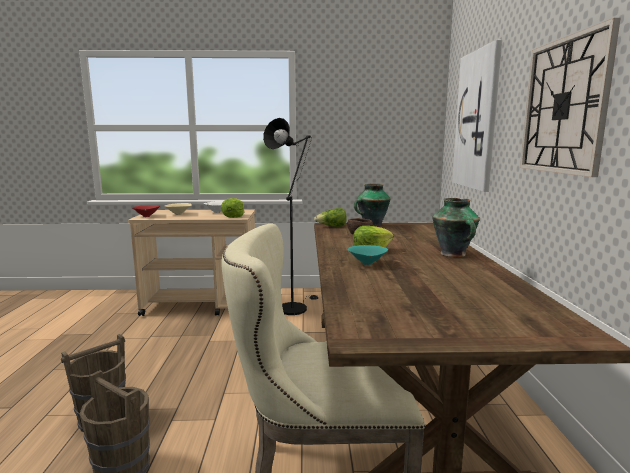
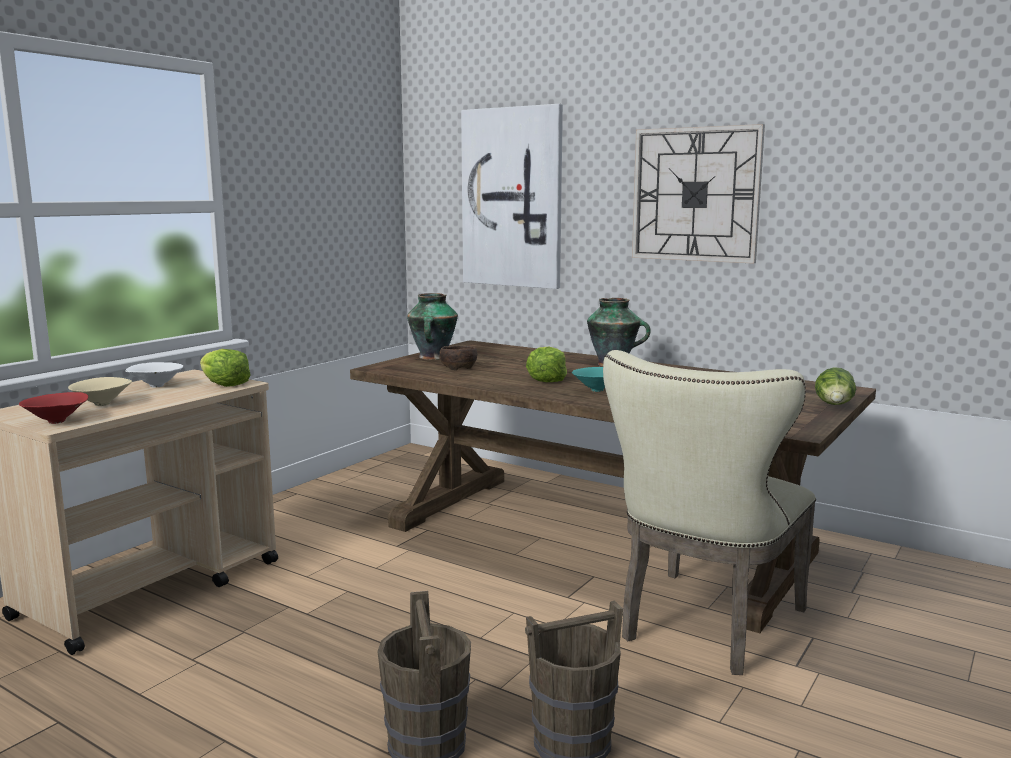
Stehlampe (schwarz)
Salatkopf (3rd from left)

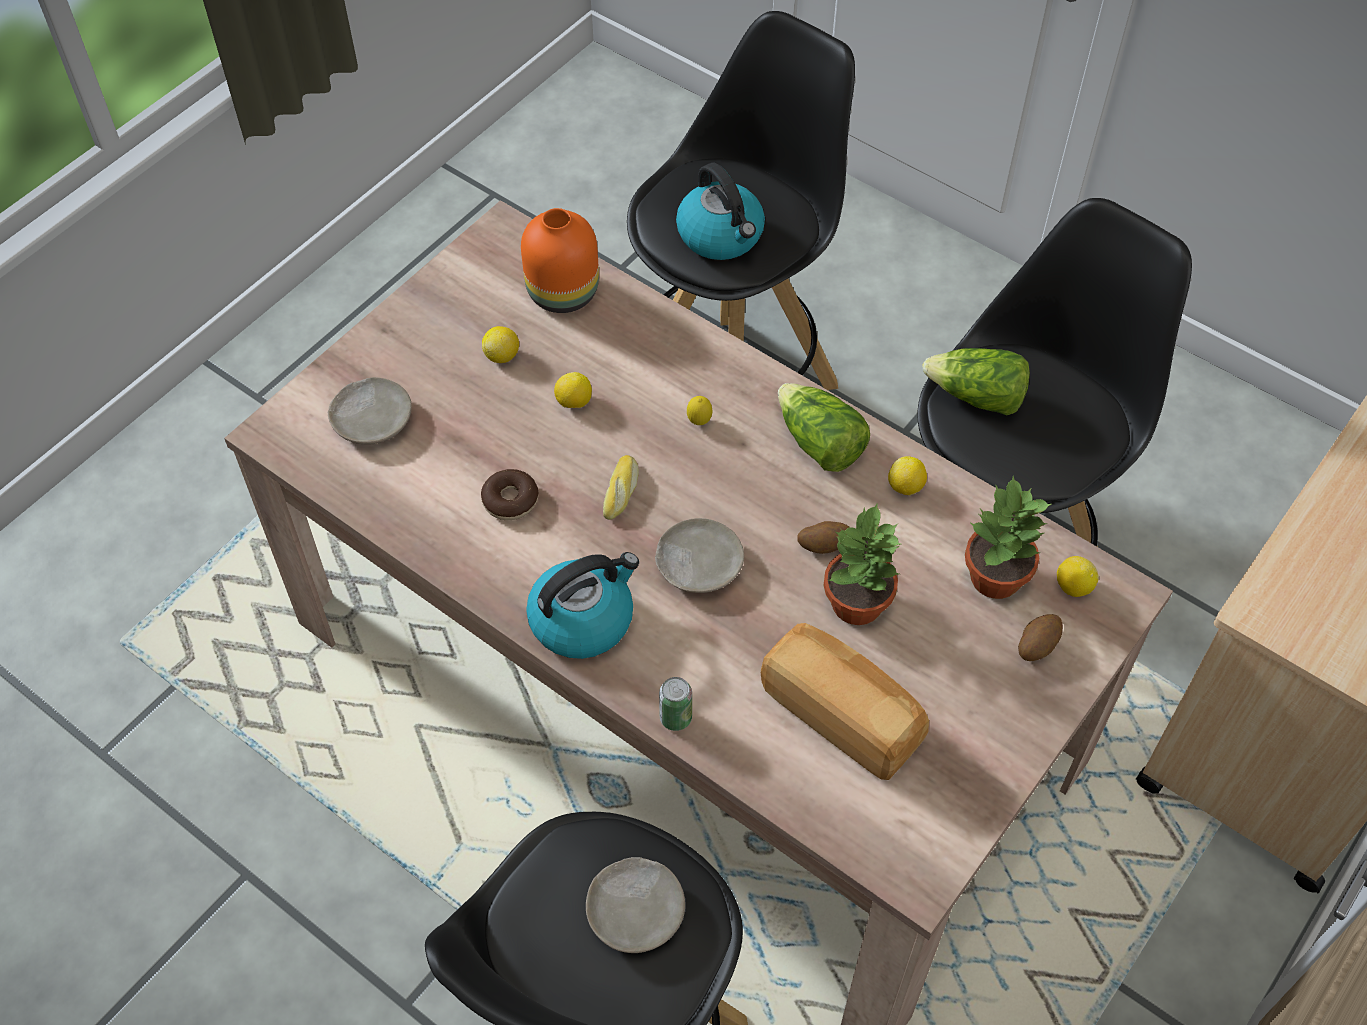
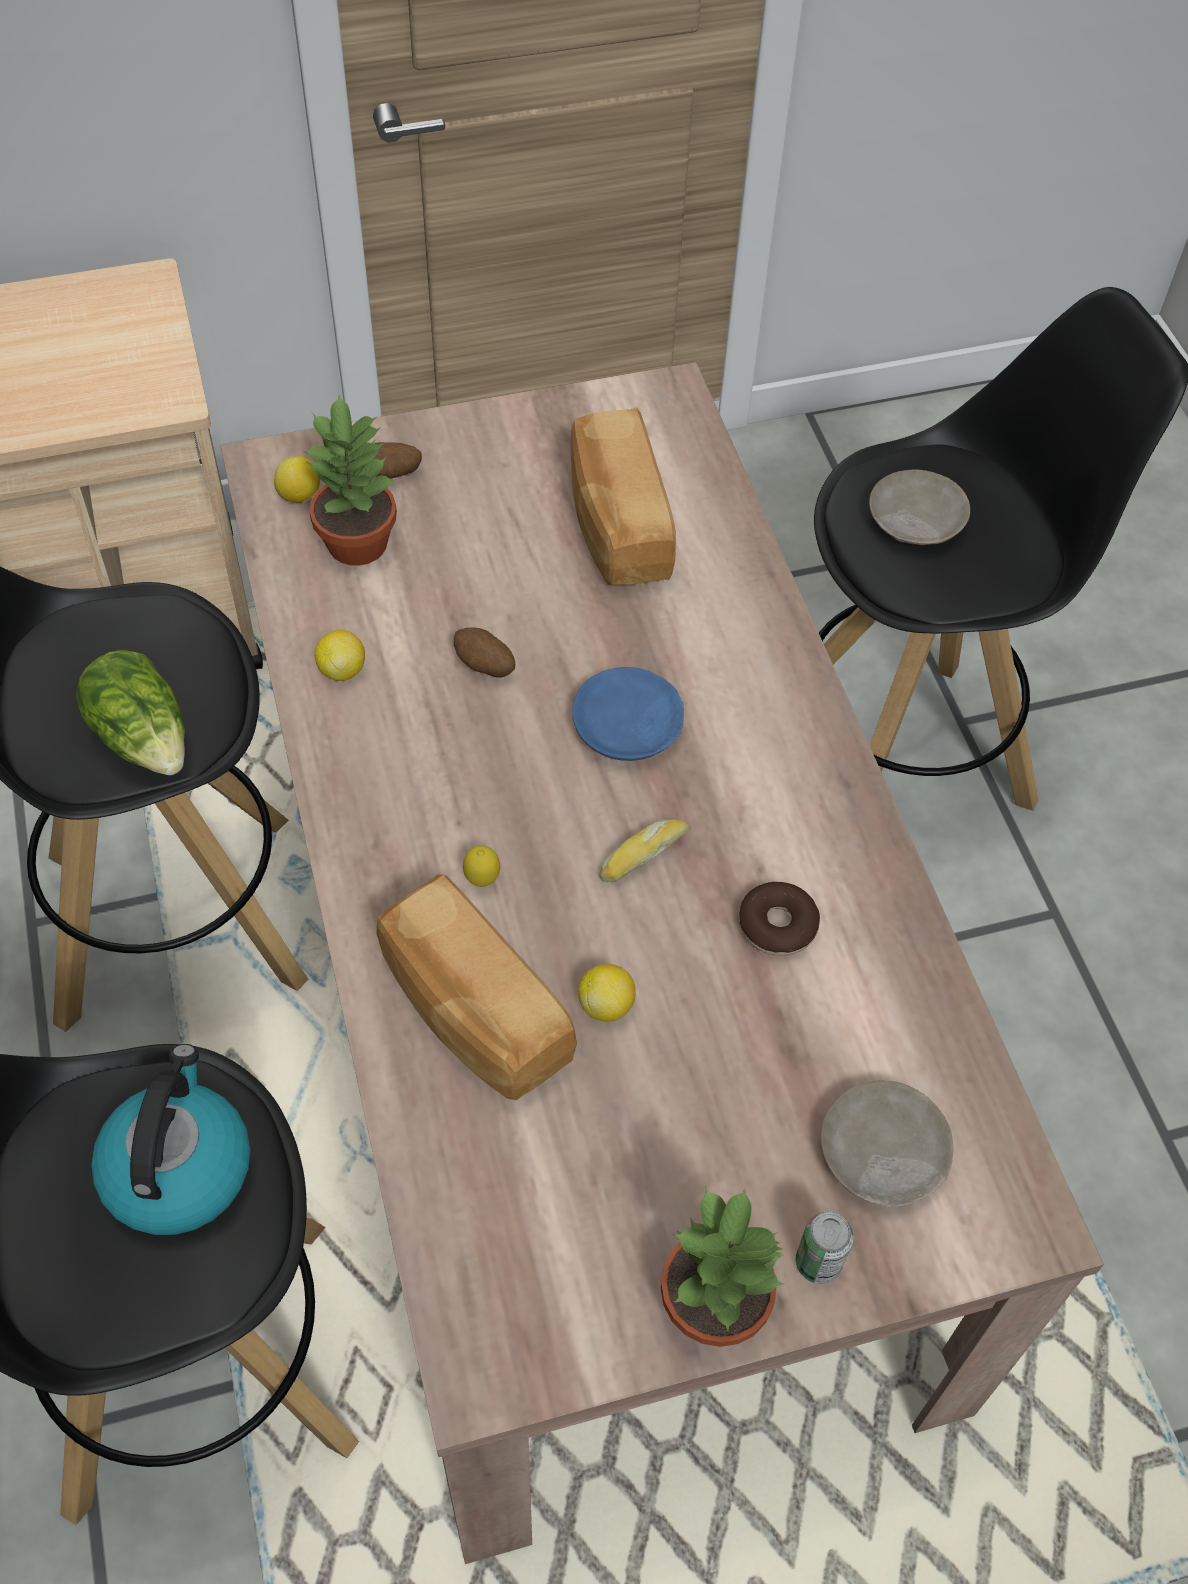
Vase (orange)
Zitrone (1st from left in the first image)
Salatkopf (1st from left in the first image)
Topfpflanze (2nd from left)
Teller (blau)
Wasserkessel (1st from left in the first image)
Dose
Brot (1st from left)

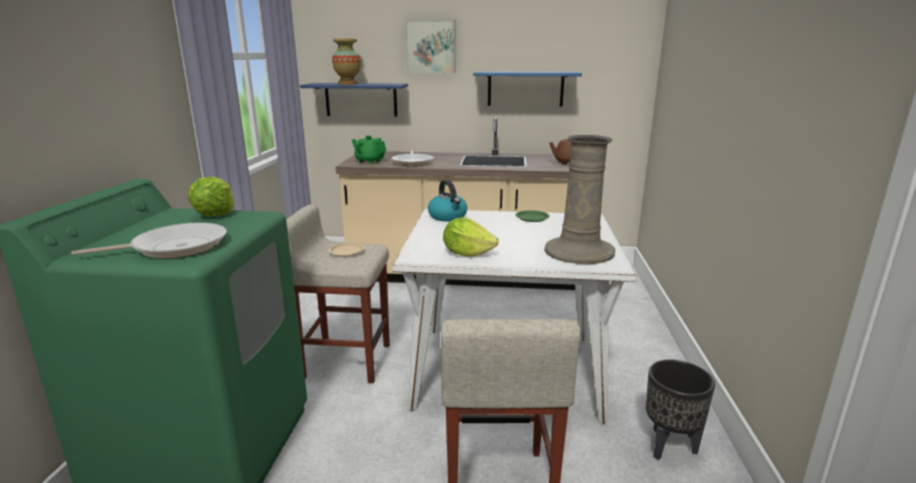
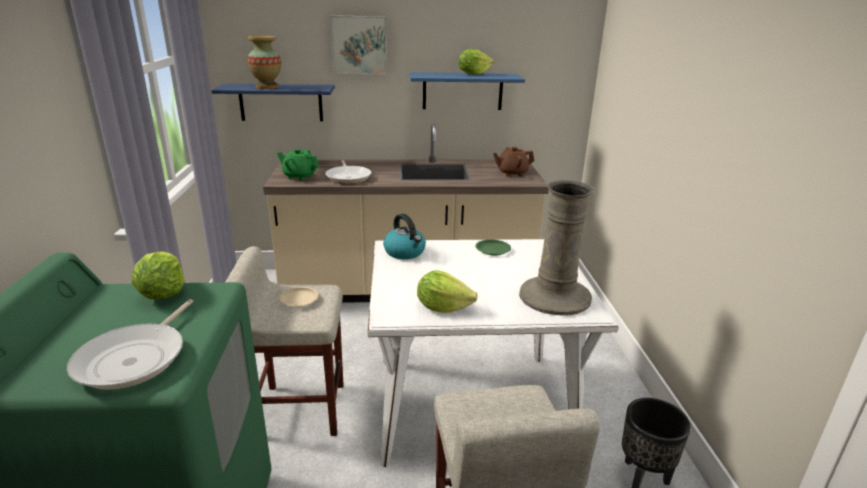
Pfanne (1st from left)
Salatkopf (3rd from left)

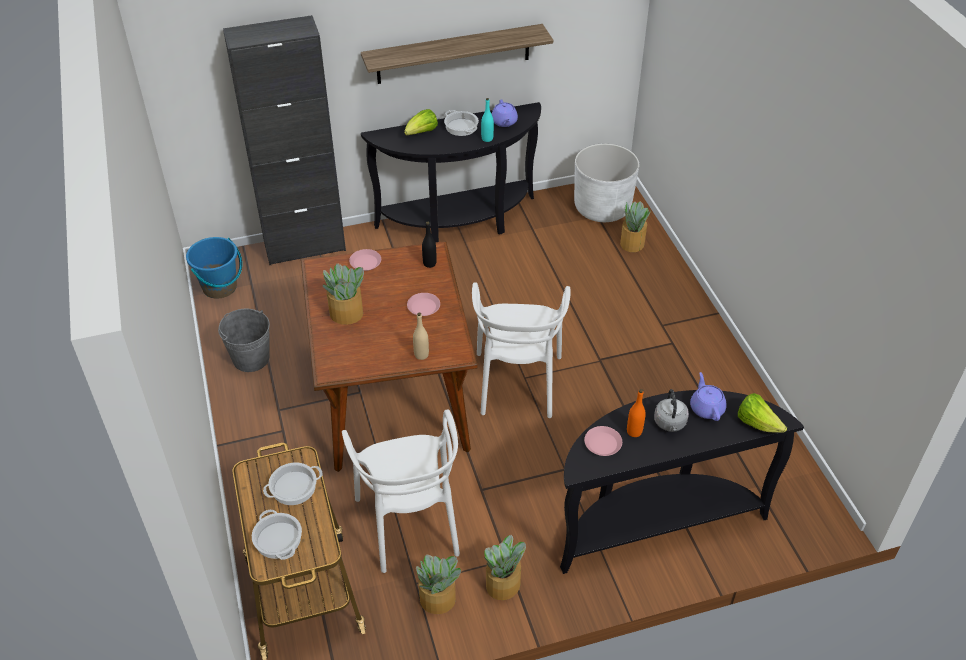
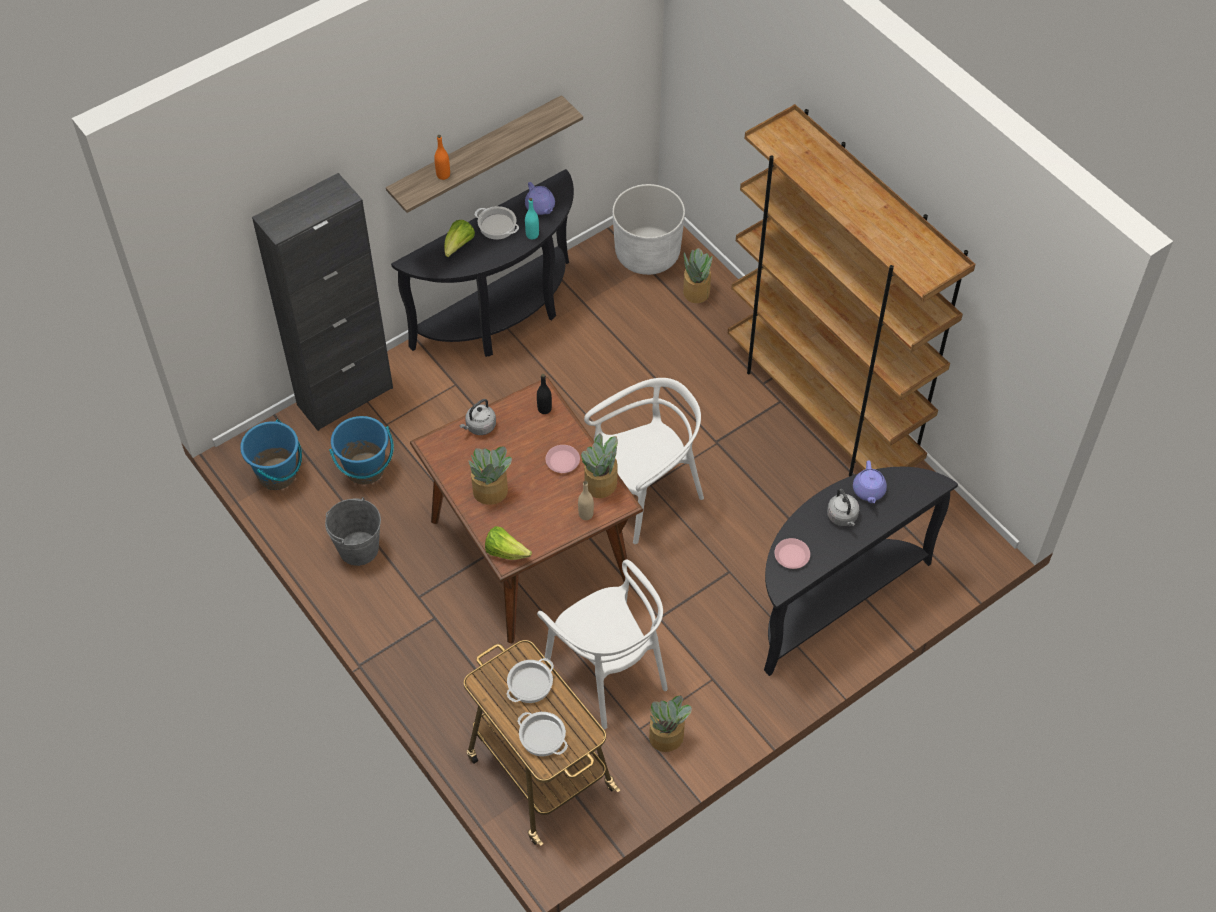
Wasserkessel (grau) (1st from left)
Stuhl (weiß) (2nd from left)
Teekanne (lila) (2nd from left)
Flasche (orange)
Salatkopf (2nd from left)
Topfpflanze (2nd from left)
Bücherregal (braun)
Eimer (blau) (2nd from left)

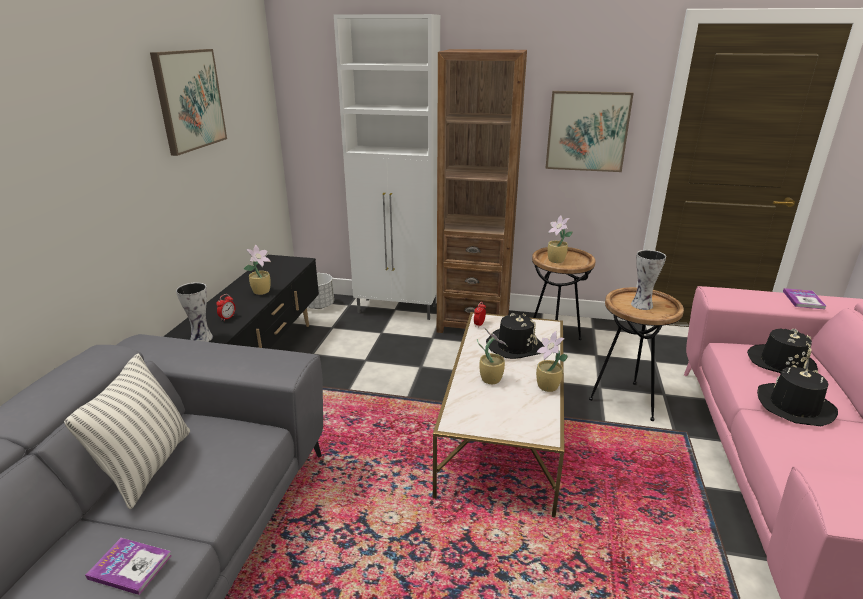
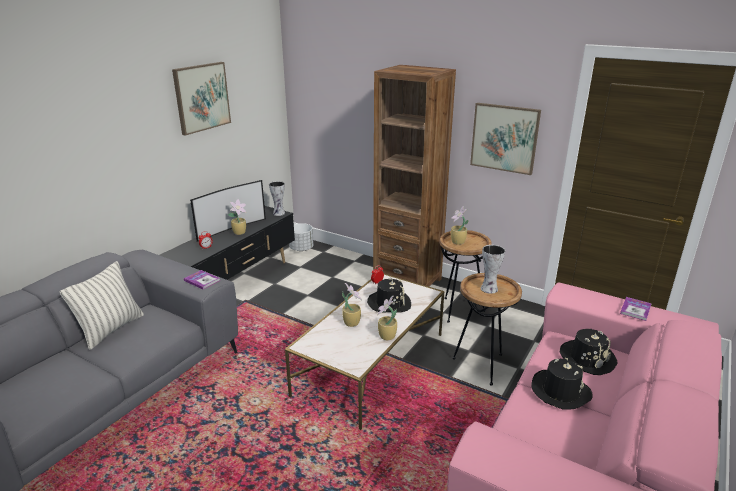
Schrank (weiß)
Vase (1st from left)
Buch (1st from left)
Fernseher

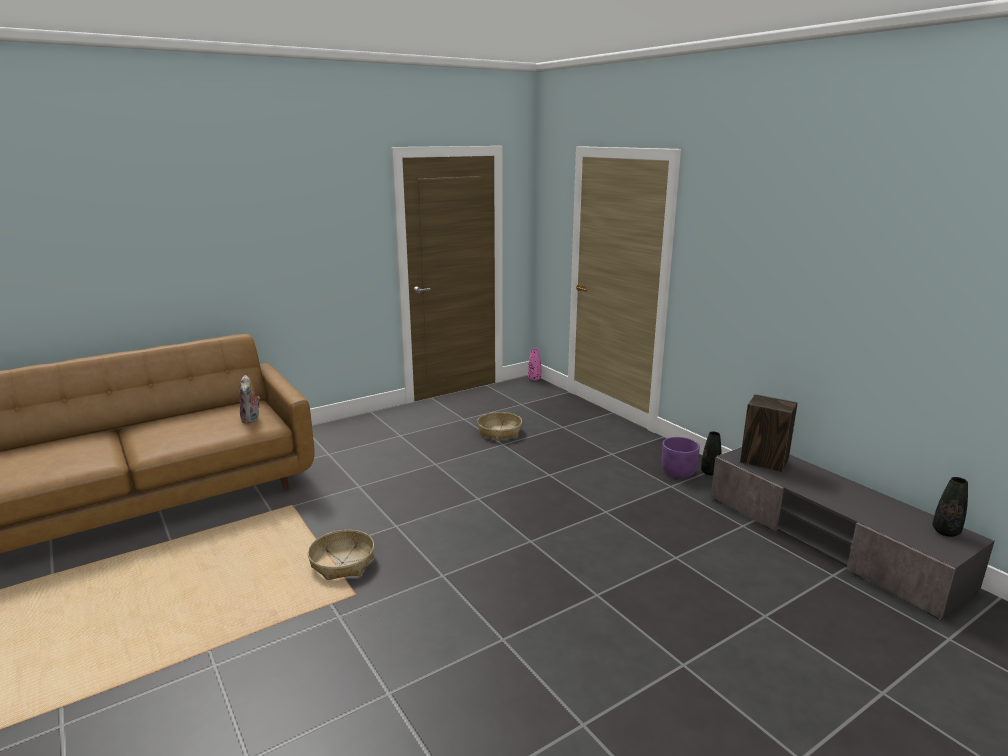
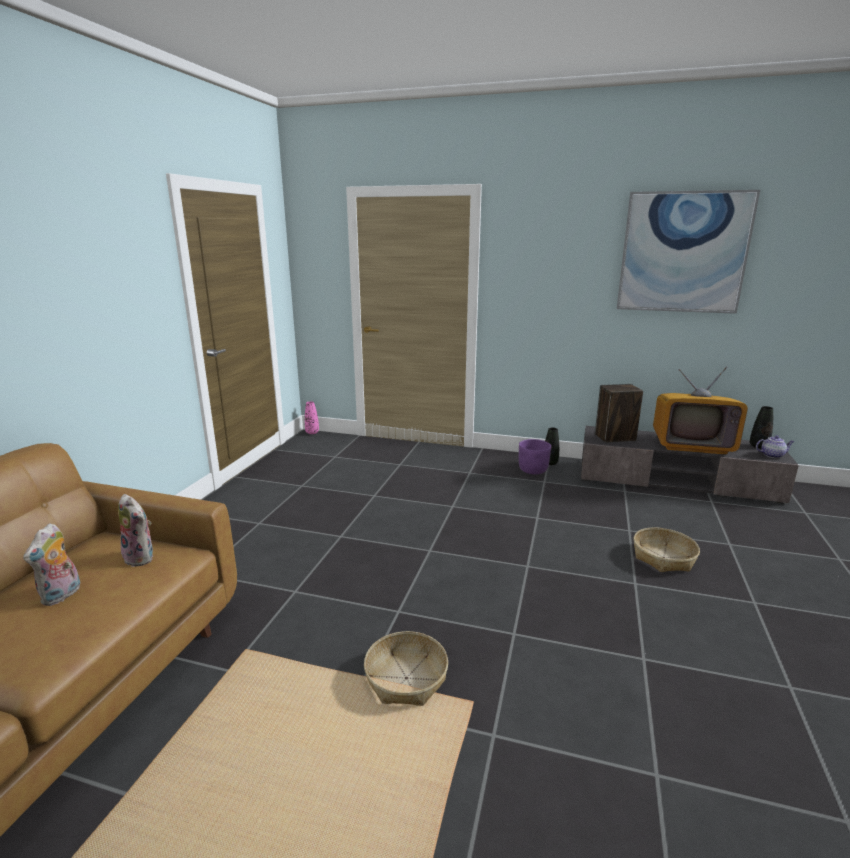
Korb (2nd from left)
Bild
Fernseher
Teekanne
Plüschtier (1st from left)

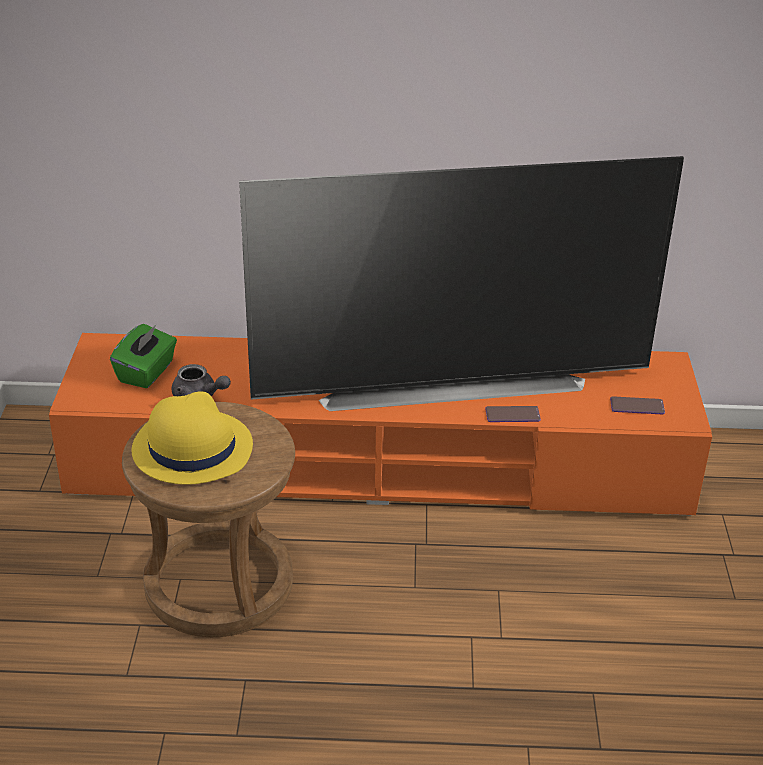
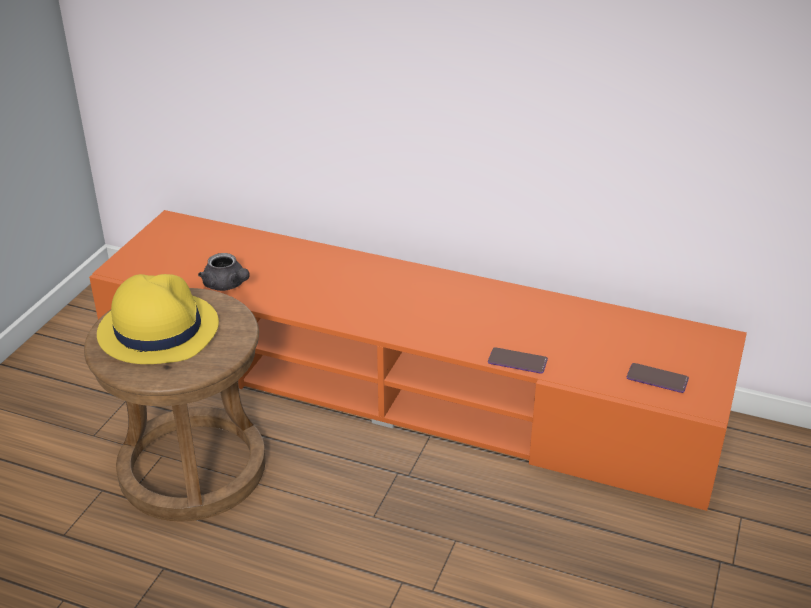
Fernseher
Taschentuchbox (grün)

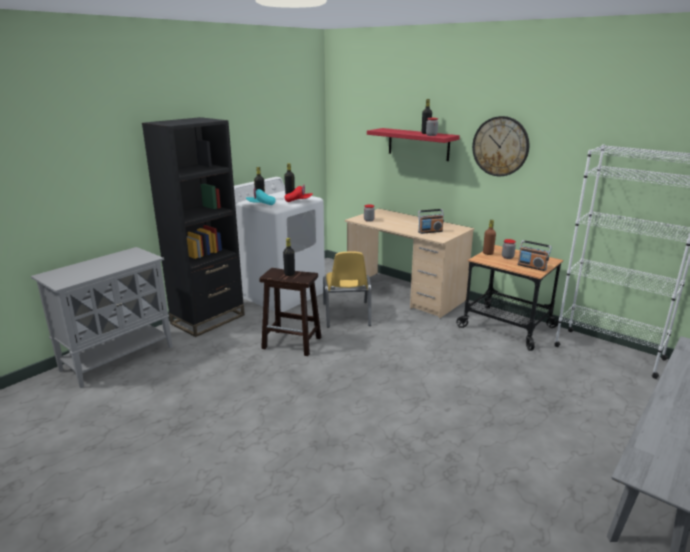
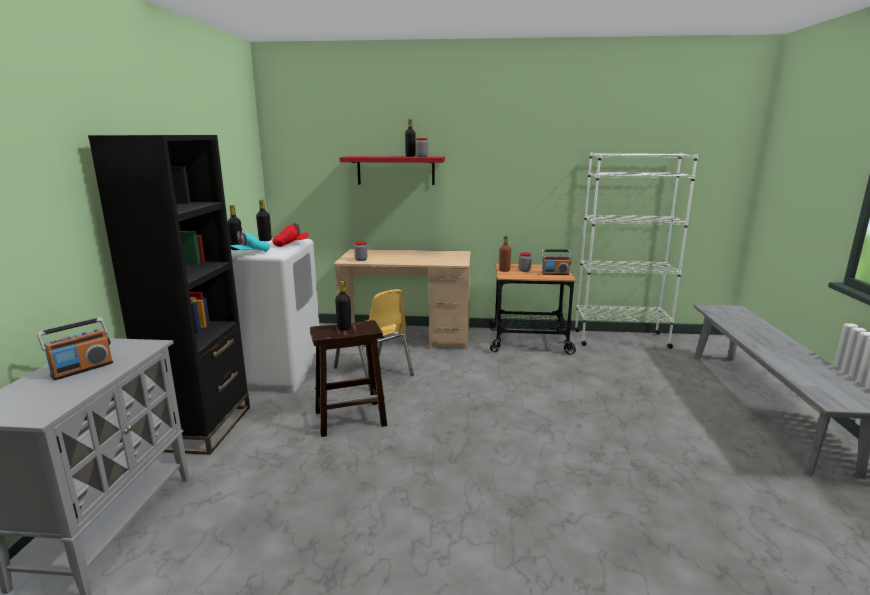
Wanduhr
Radio (1st from left)

